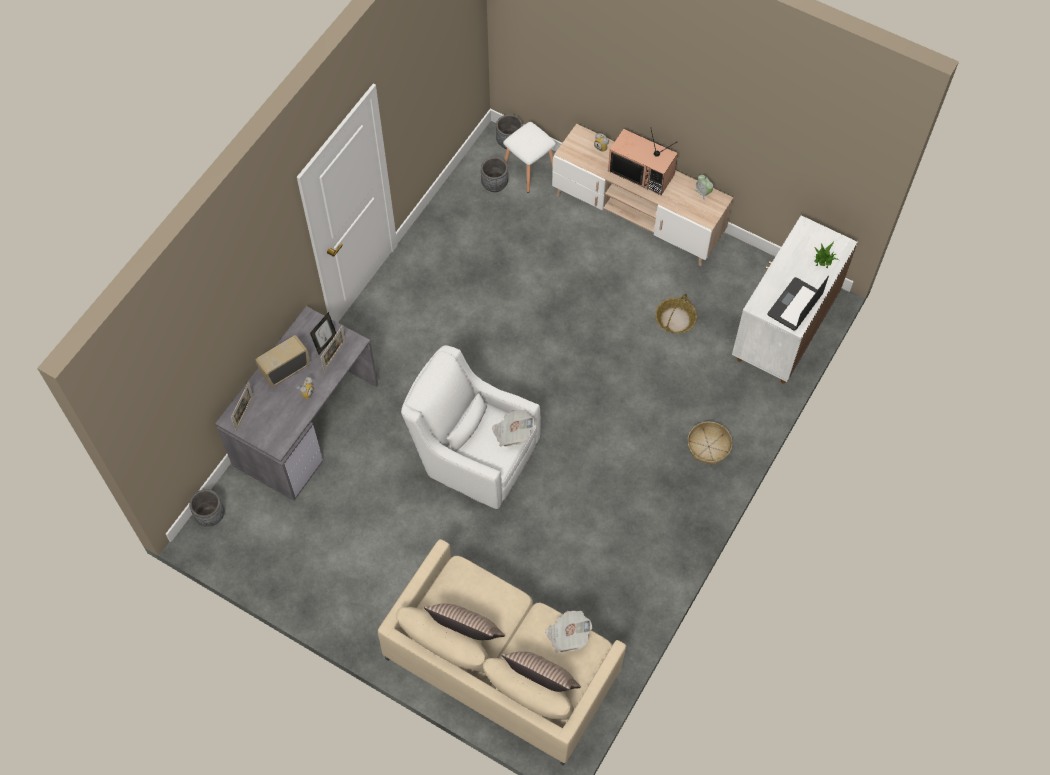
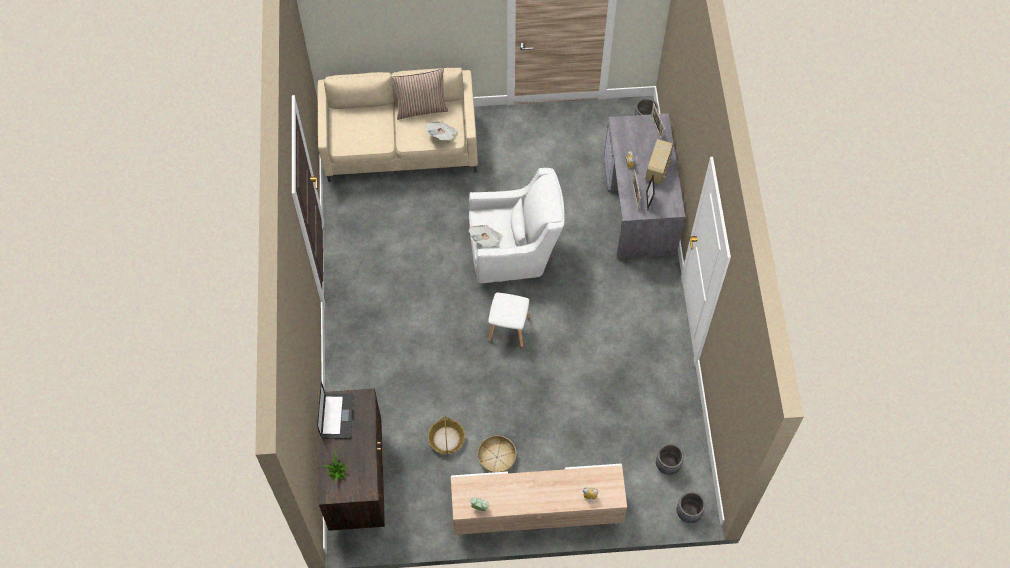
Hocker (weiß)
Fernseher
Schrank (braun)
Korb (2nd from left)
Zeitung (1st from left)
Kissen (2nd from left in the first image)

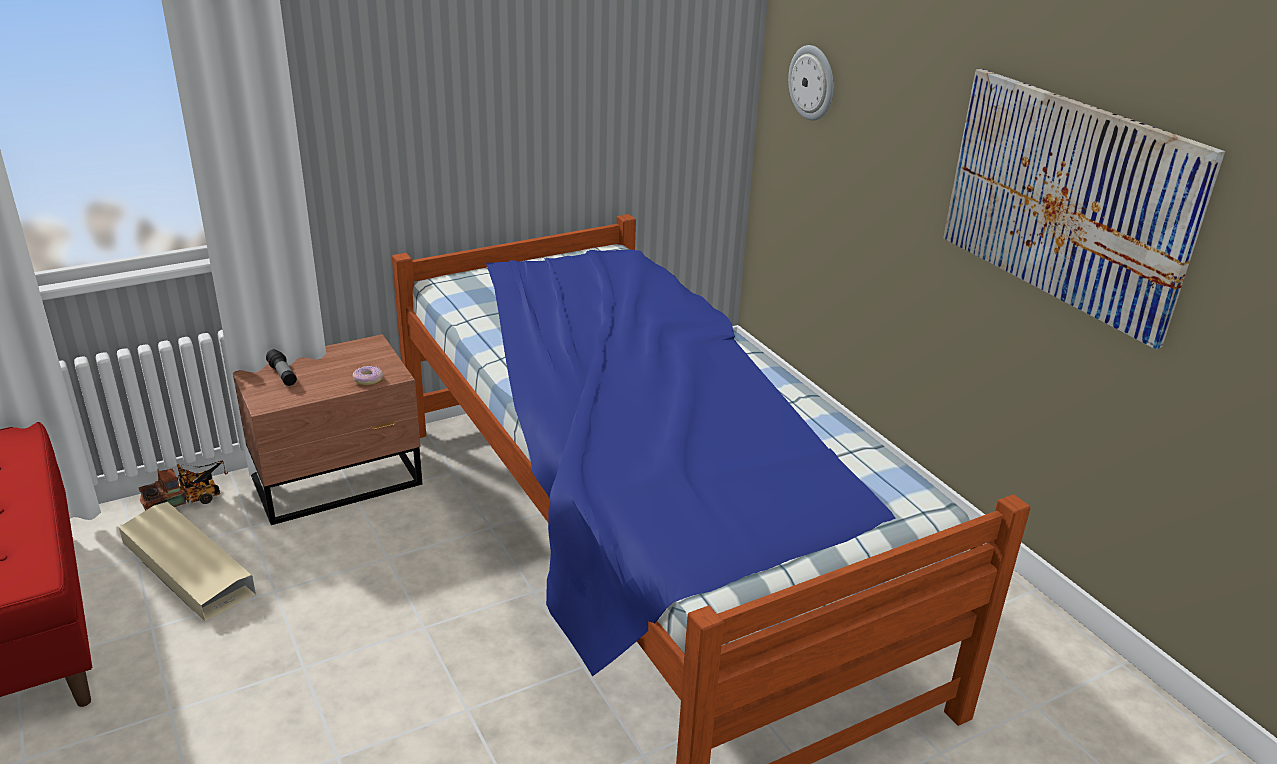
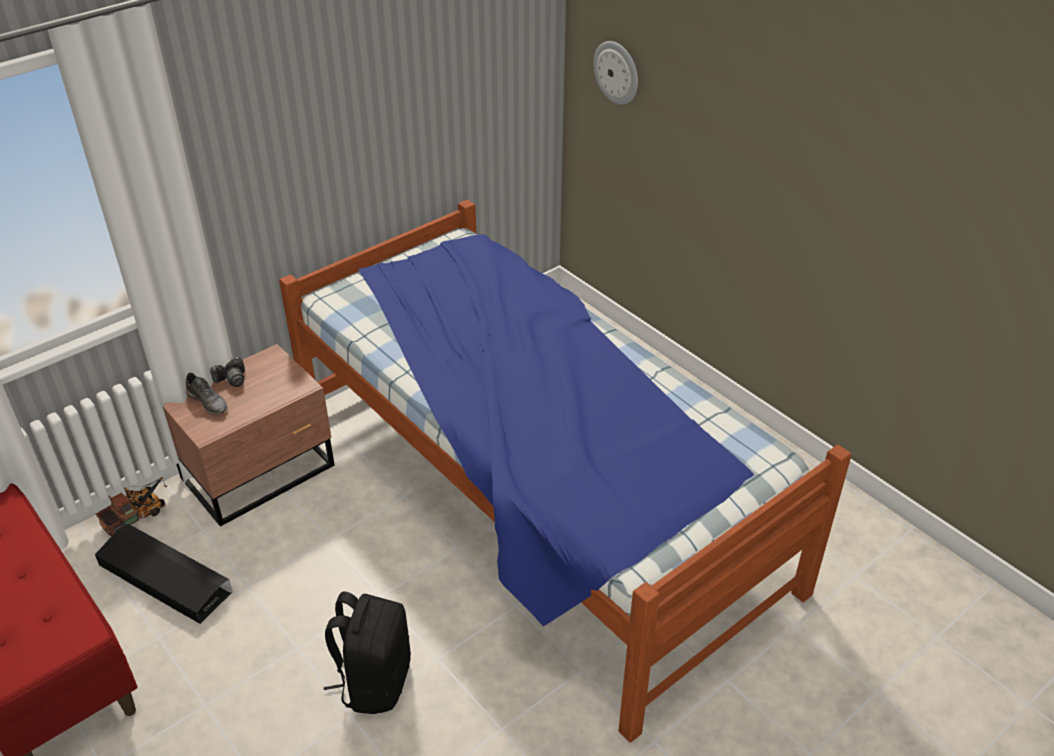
Bild
Schuh (grau)
Donut
Aufbewahrungsbox (schwarz)
Kamera
Rucksack (schwarz)

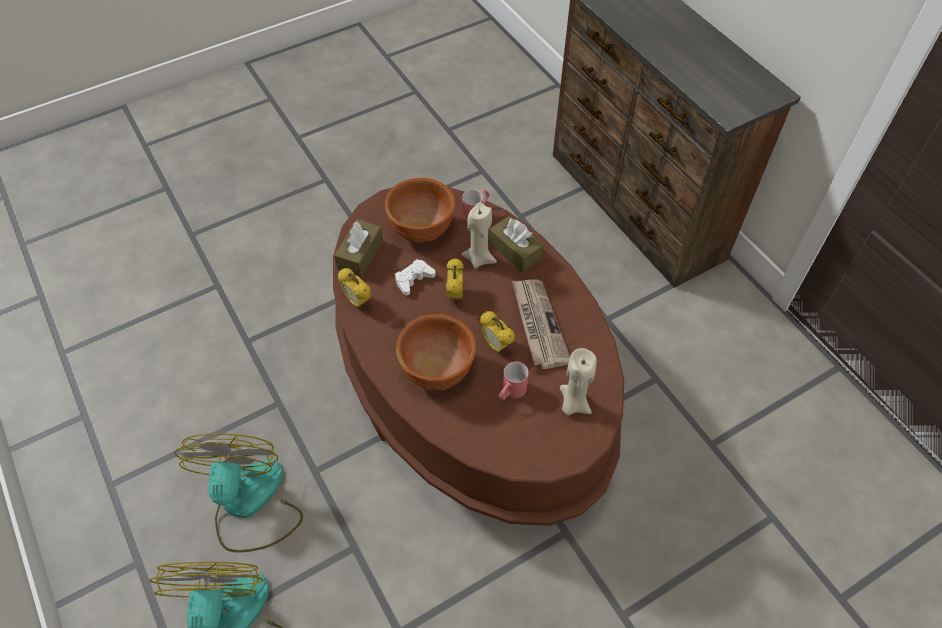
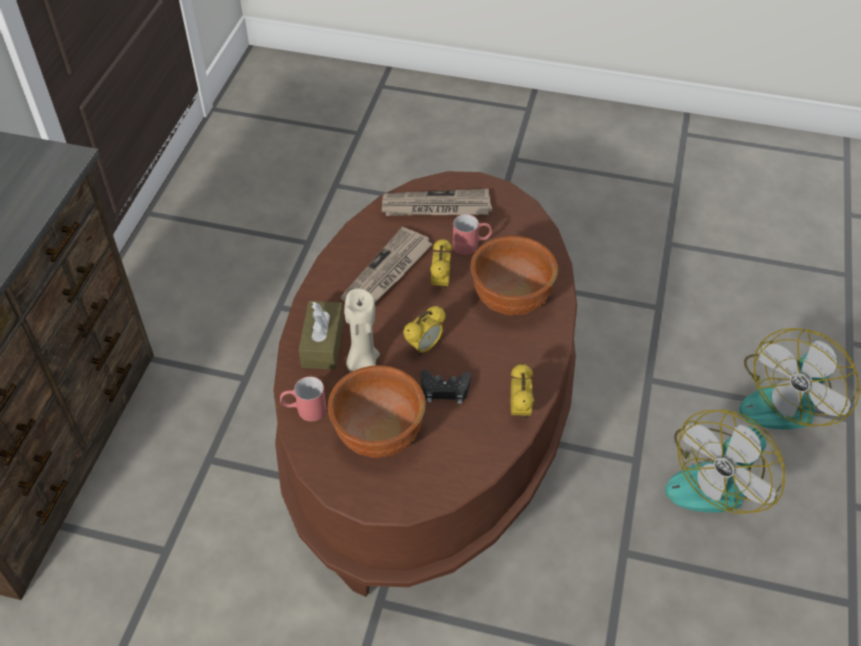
Taschentuchbox (braun) (1st from left in the first image)
Gamepad (schwarz)
Zeitung (2nd from left)

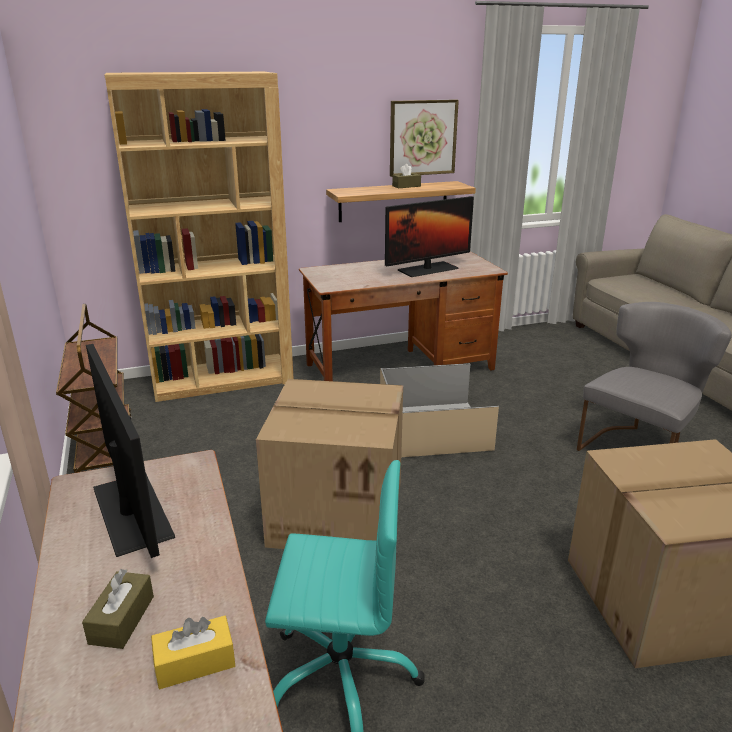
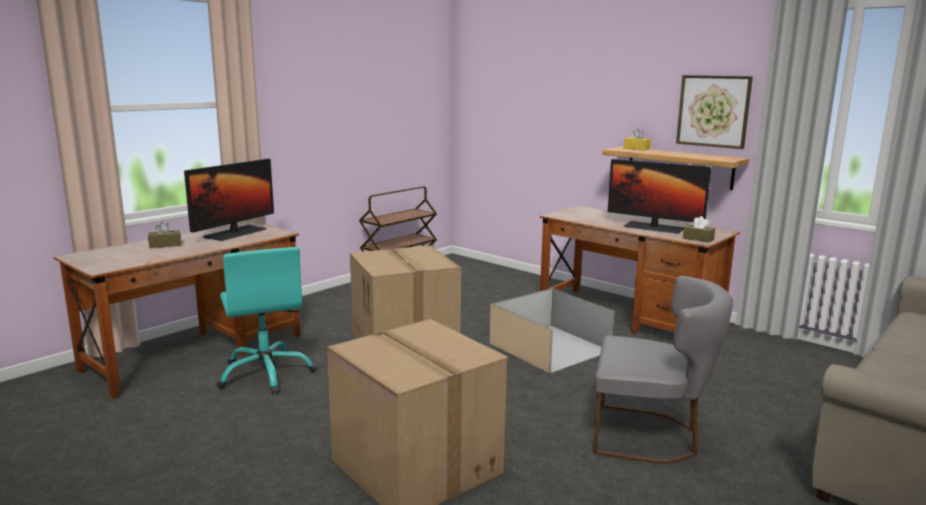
Bücherregal (braun)
Taschentuchbox (braun) (2nd from left)
Taschentuchbox (gelb)

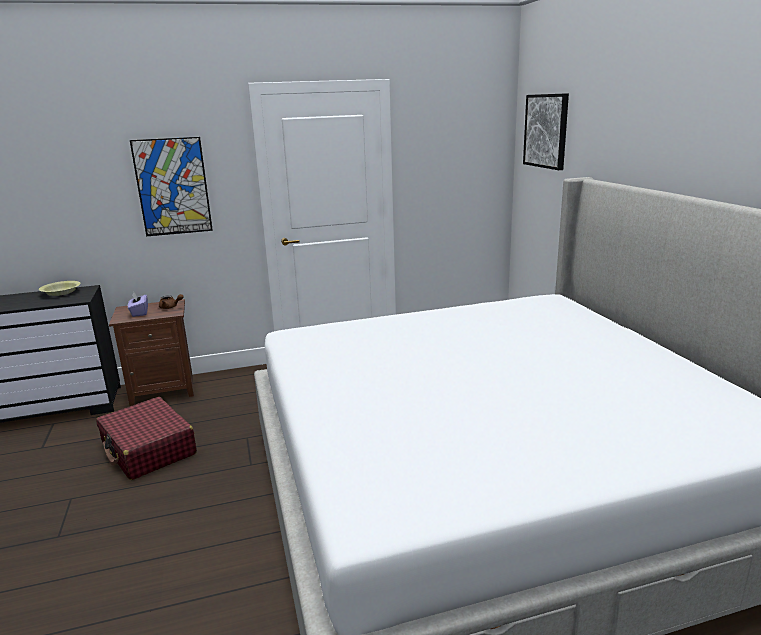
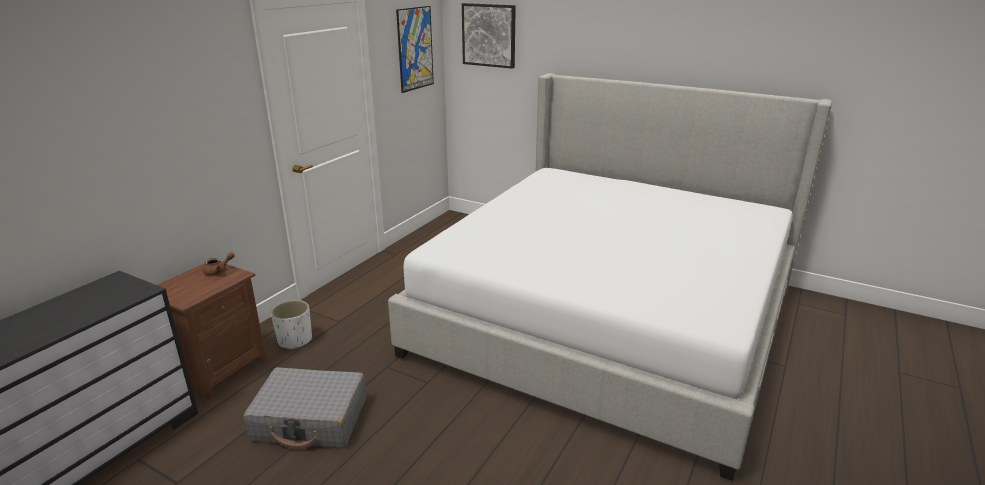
Bild (1st from left)
Schüssel (gelb)
Taschentuchbox (lila)
Koffer (grau)
Pflanzkübel (weiß)

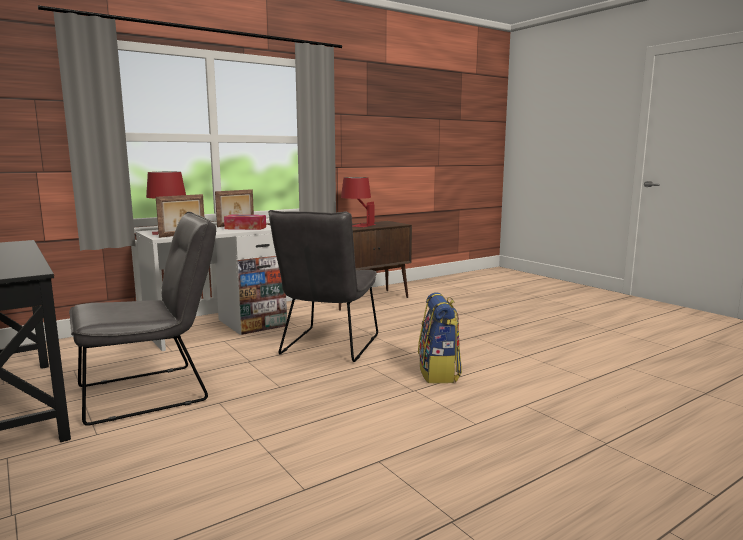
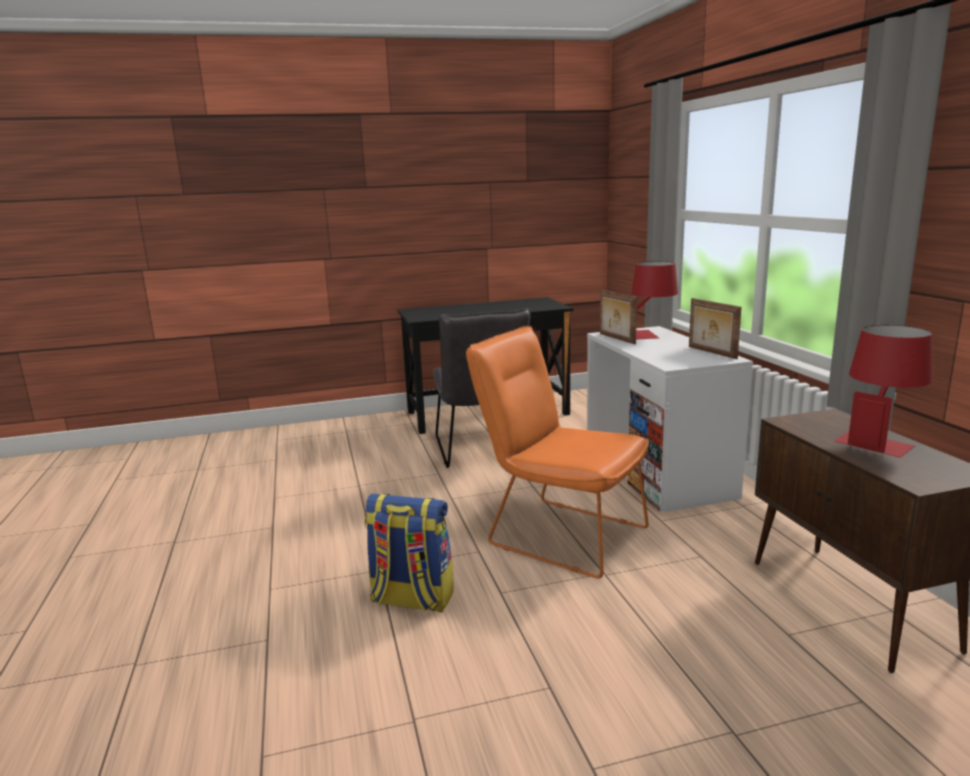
Stuhl (orange)
Taschentuchbox

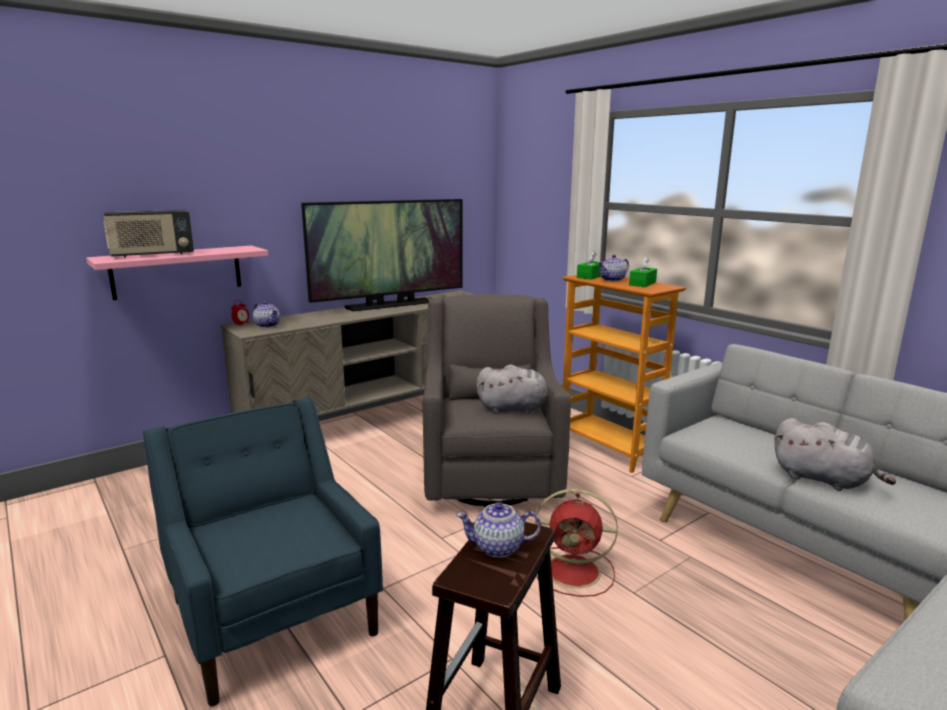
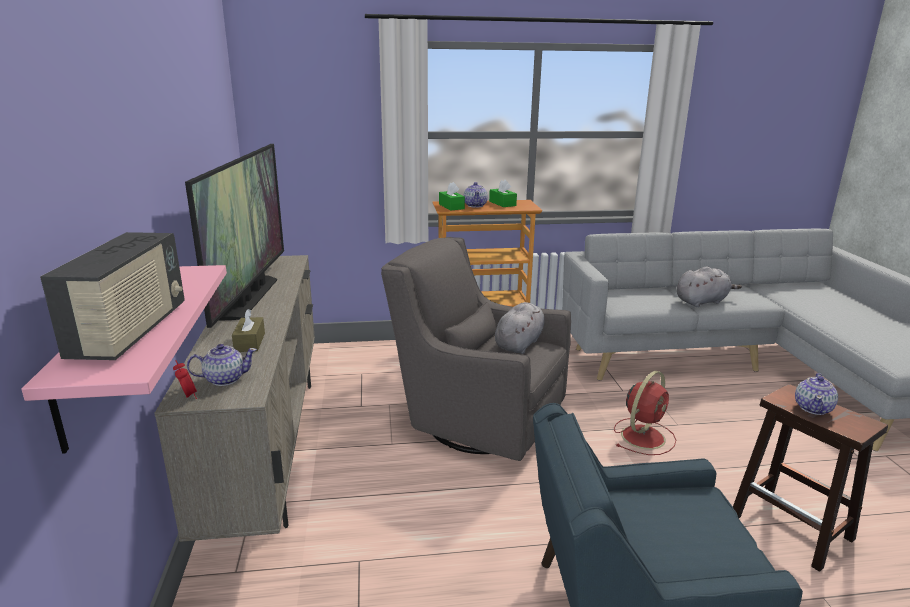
Taschentuchbox (braun)

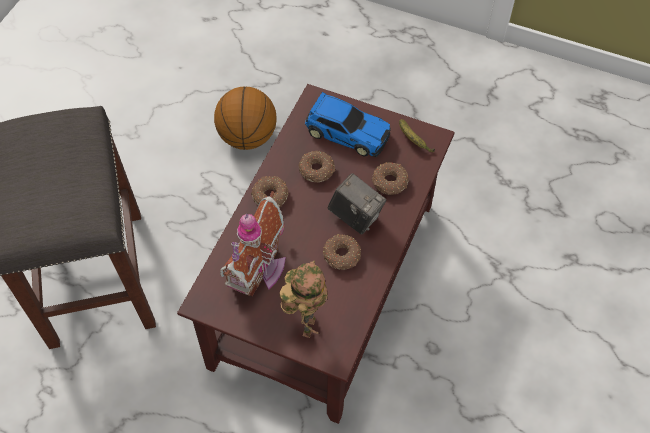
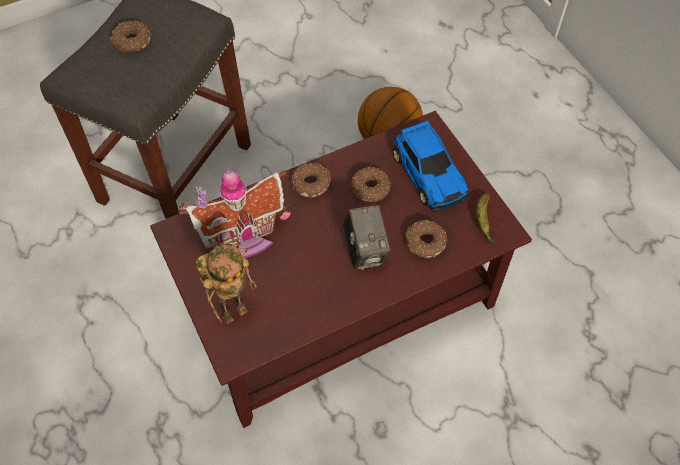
Donut (1st from left)

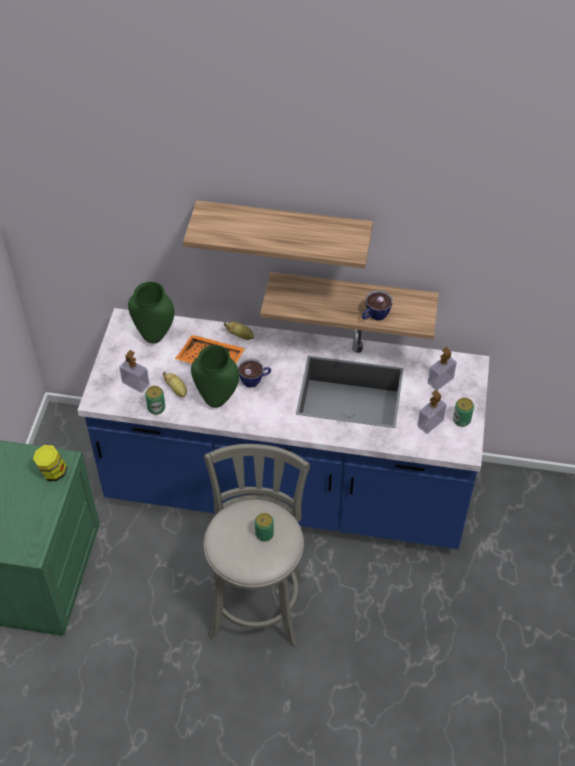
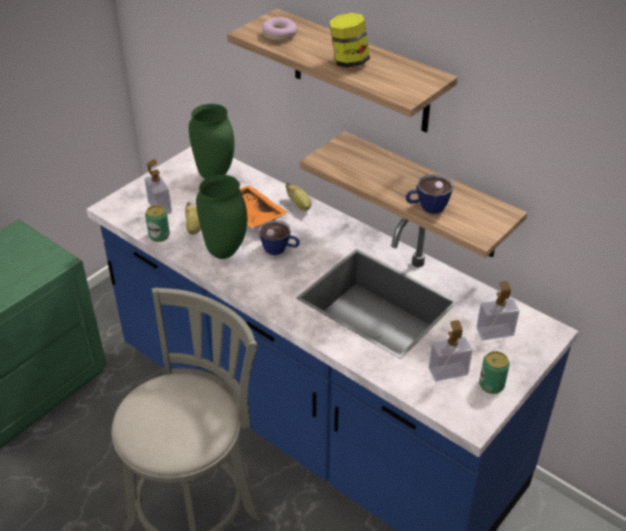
Vorratsglas
Dose (2nd from left in the first image)
Donut

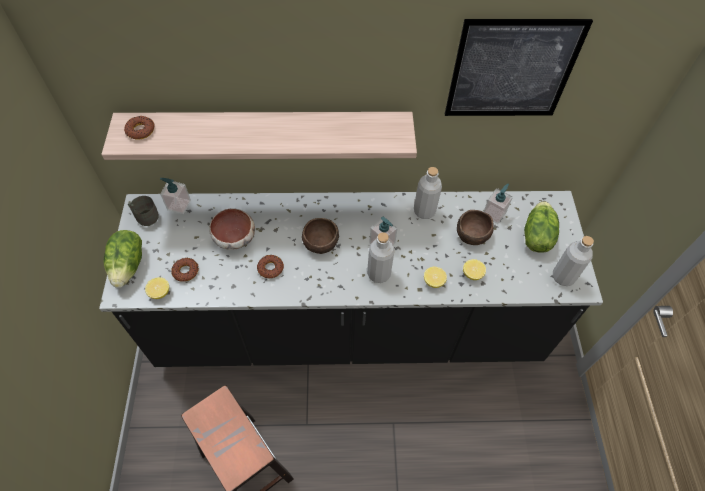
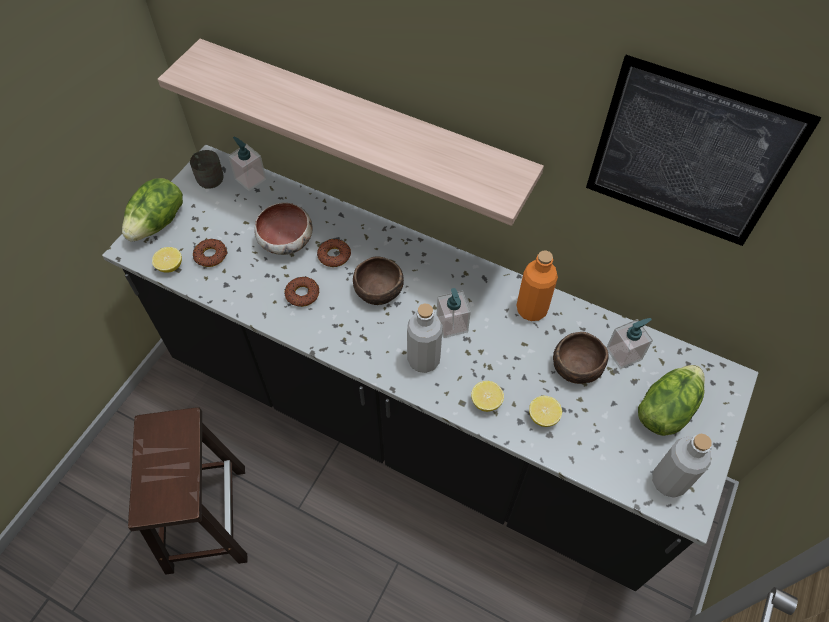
Donut (3rd from left)
Flasche (orange)

